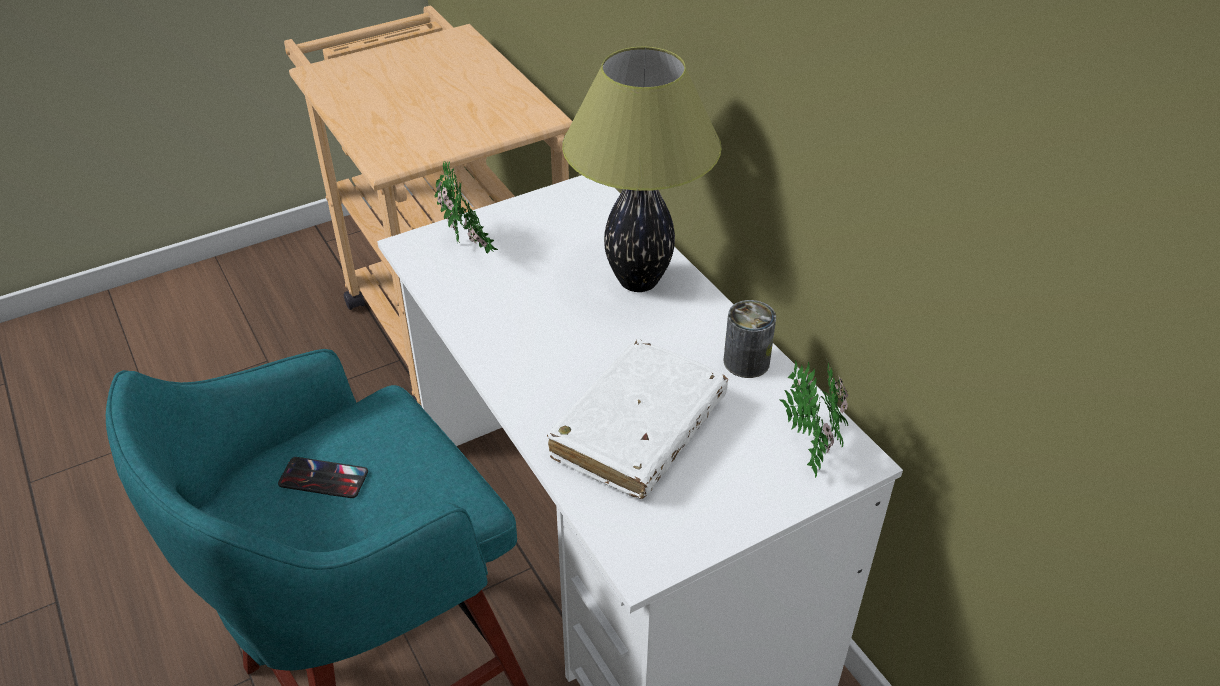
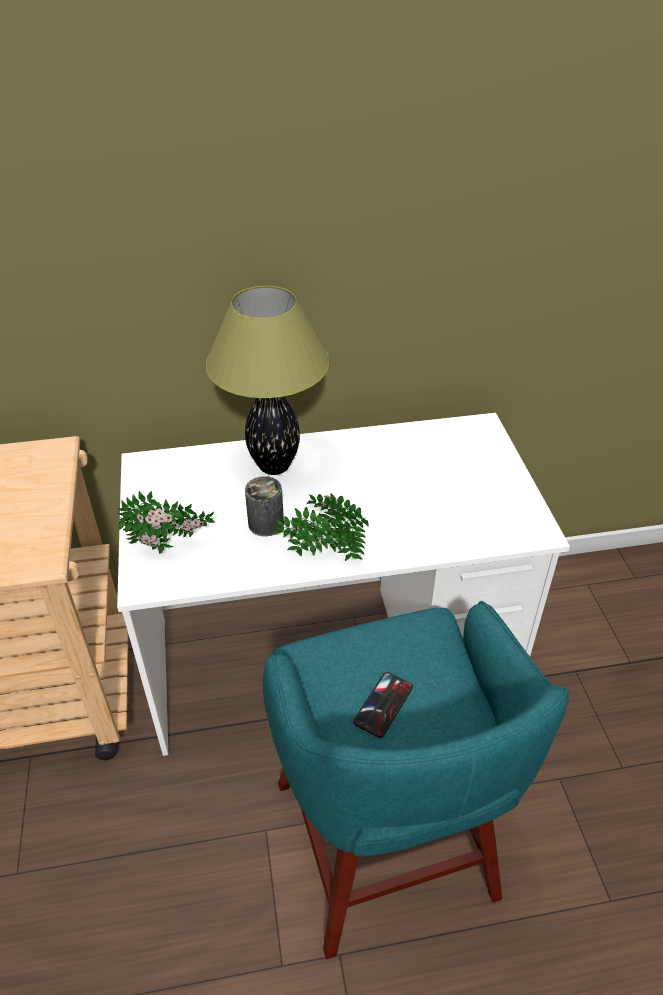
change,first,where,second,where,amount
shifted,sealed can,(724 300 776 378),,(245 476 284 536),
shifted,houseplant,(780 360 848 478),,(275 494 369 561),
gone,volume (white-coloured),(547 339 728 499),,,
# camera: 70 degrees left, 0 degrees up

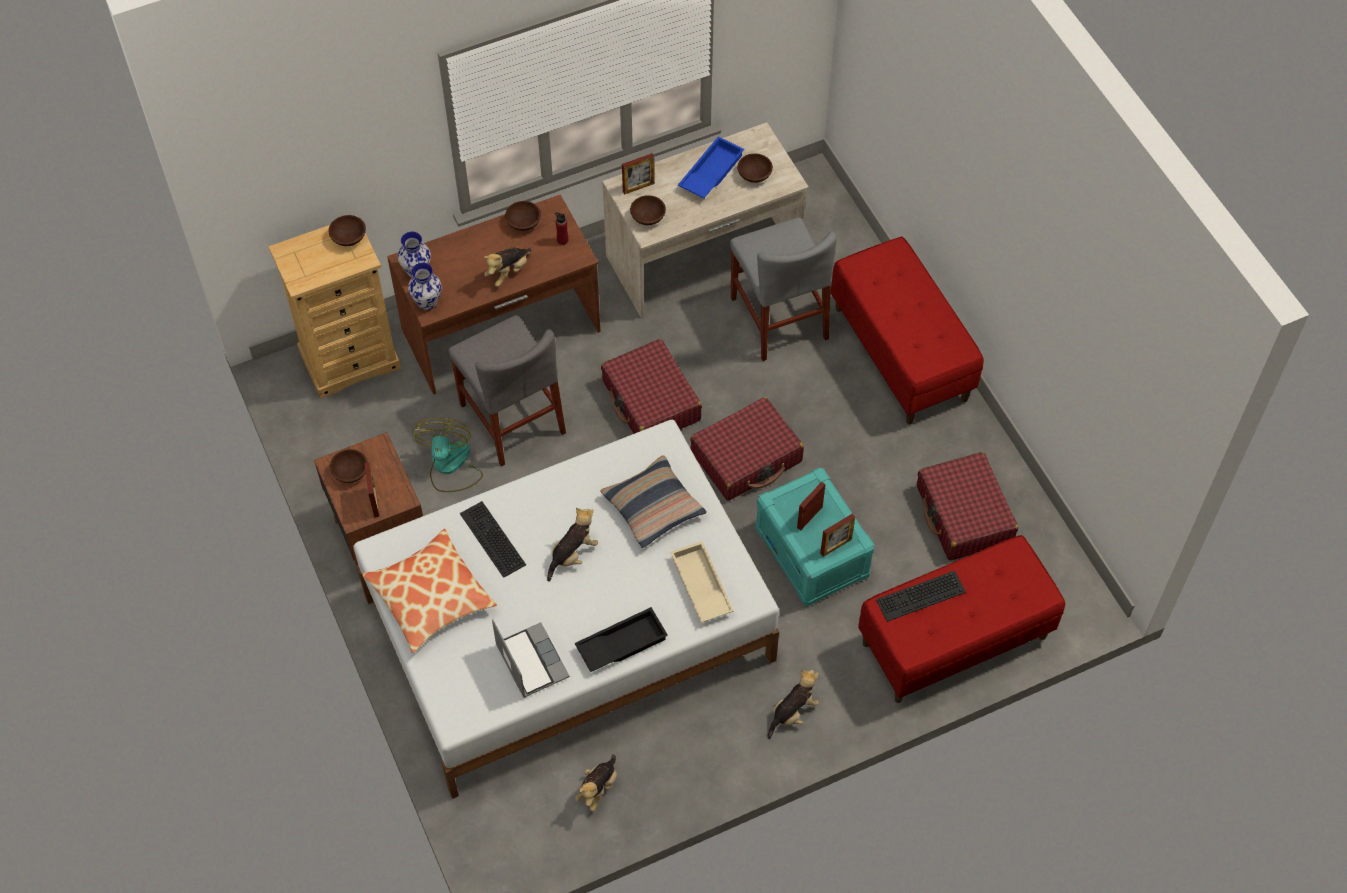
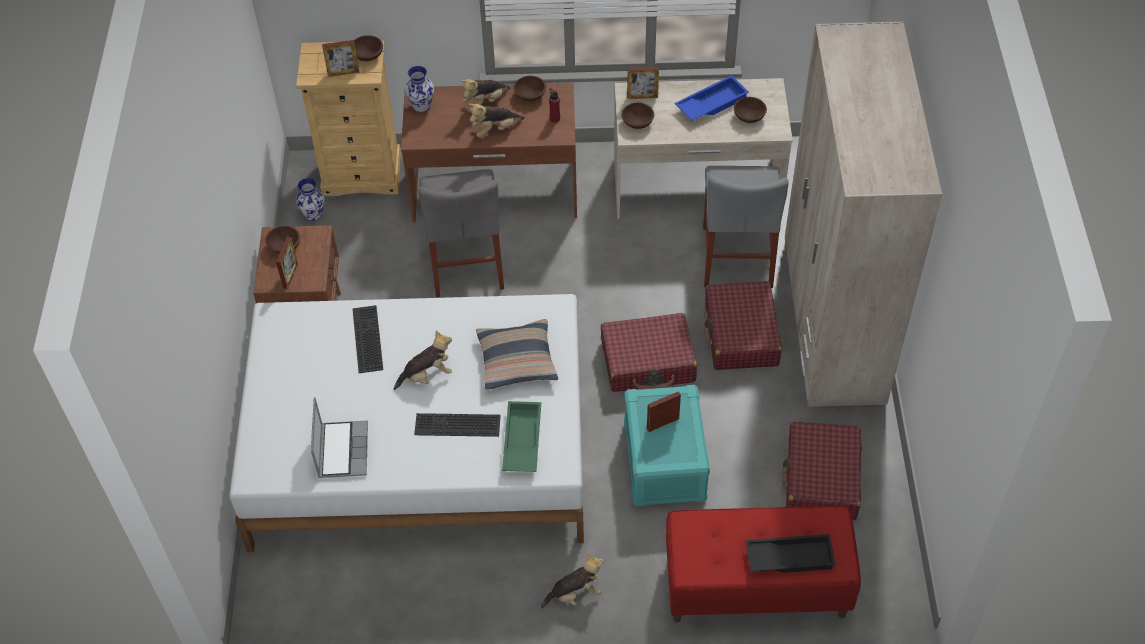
change,first,where,second,where,amount
shifted,decorative vase,(408 263 441 310),,(296 178 325 221),
shifted,standing frame,(820 514 855 557),,(322 40 360 77),
shifted,PC keyboard,(876 571 966 622),,(414 413 501 437),
shifted,soft toy,(575 754 617 812),,(461 79 510 112),
repainted,tray (sand-coloured),(670 541 734 623),tray (green-coloured),(502 401 541 472),
shifted,piece of luggage (reddish),(601 339 702 434),,(704 281 782 370),
shifted,tray (black),(575 607 668 672),,(746 534 836 573),
swapped,bench (reddish),(831 236 984 424),armoire (sand-coloured),(785 21 942 407),
gone,cushion,(362 529 497 653),,,
gone,cooling fan,(412 418 483 492),,,
# camera: 25 degrees right, 5 degrees down

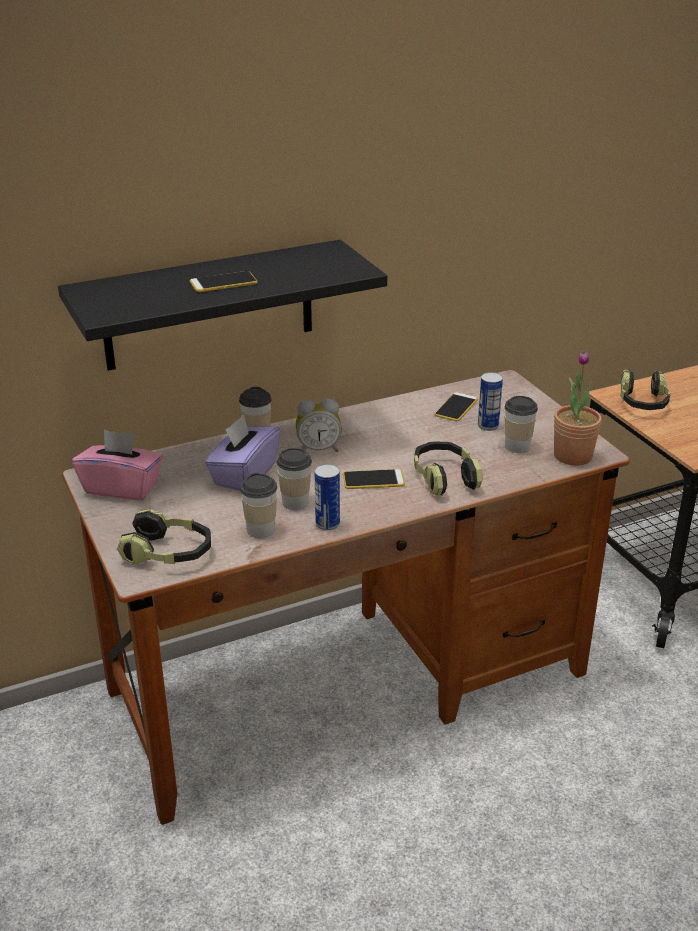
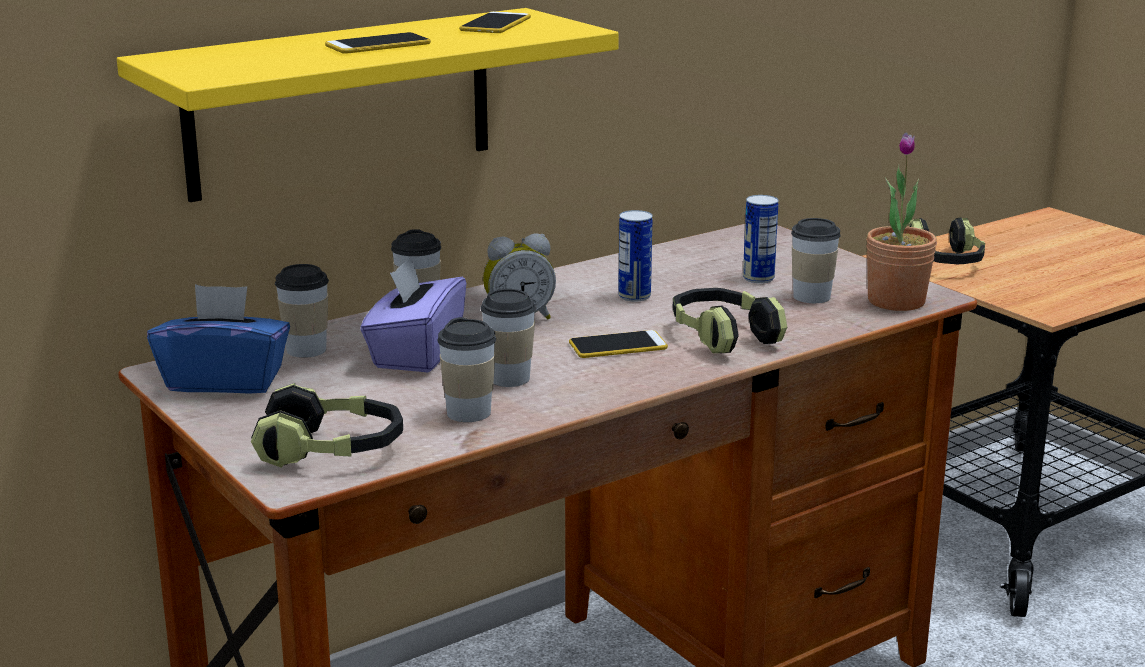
change,first,where,second,where,amount
repainted,bracket shelf (black),(58 240 387 371),bracket shelf (yellow-coloured),(117 8 619 202),
repainted,tissue holder (pink-coloured),(72 430 163 500),tissue holder (blue),(147 285 290 394),
new,,,drinking cup,(275 264 329 358),
shifted,handset,(434 392 478 421),,(459 11 531 33),
shifted,sealed can,(315 464 340 531),,(618 210 652 302),
# camera: 10 degrees left, 10 degrees down

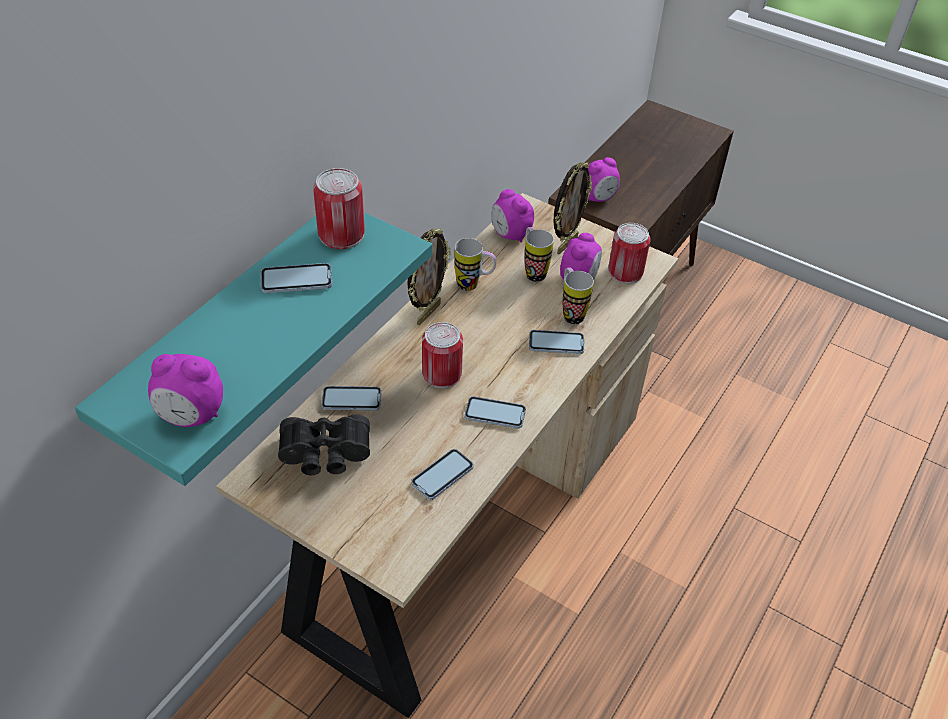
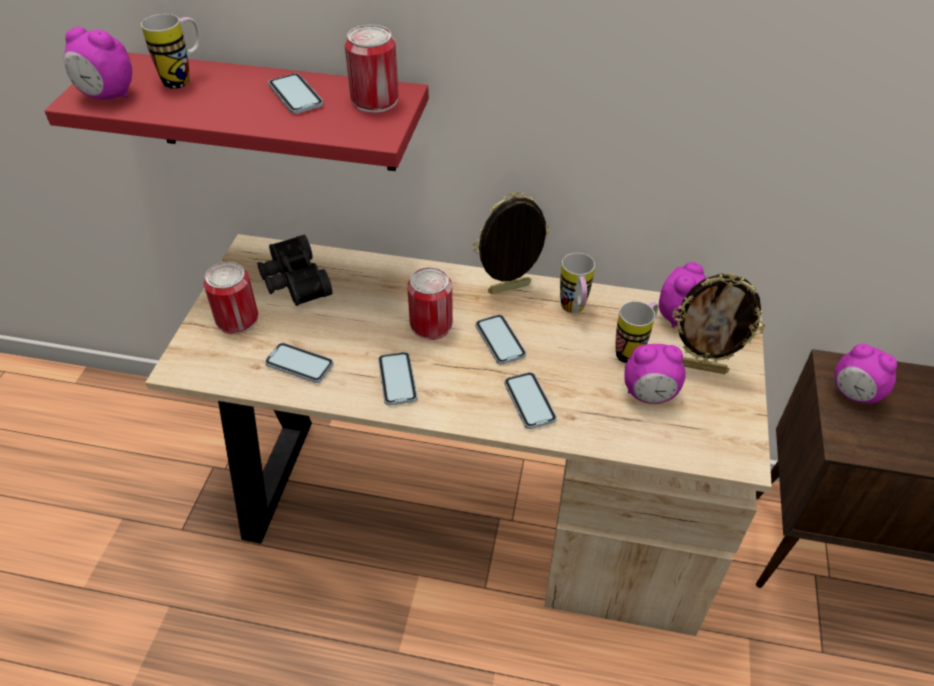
change,first,where,second,where,amount
repainted,bracket shelf (turquoise),(75 212 432 486),bracket shelf (reddish),(44 52 429 171),
rotated,table clock,(148 354 223 427),,(64 27 132 100),60 degrees counterclockwise
shifted,coffee mug,(563 267 594 324),,(141 14 200 89),
shifted,sealed can,(608 223 651 284),,(203 262 258 334),
rotated,standing frame,(407 227 451 325),,(473 192 549 294),150 degrees clockwise
shifted,handset,(321 386 382 410),,(476 315 526 365),
# camera: 70 degrees right, 0 degrees up

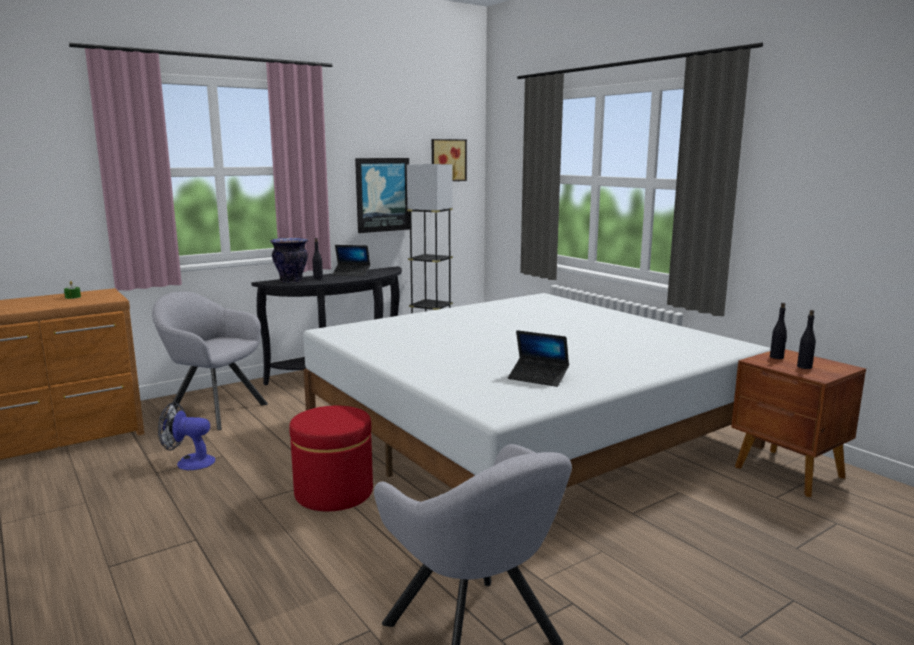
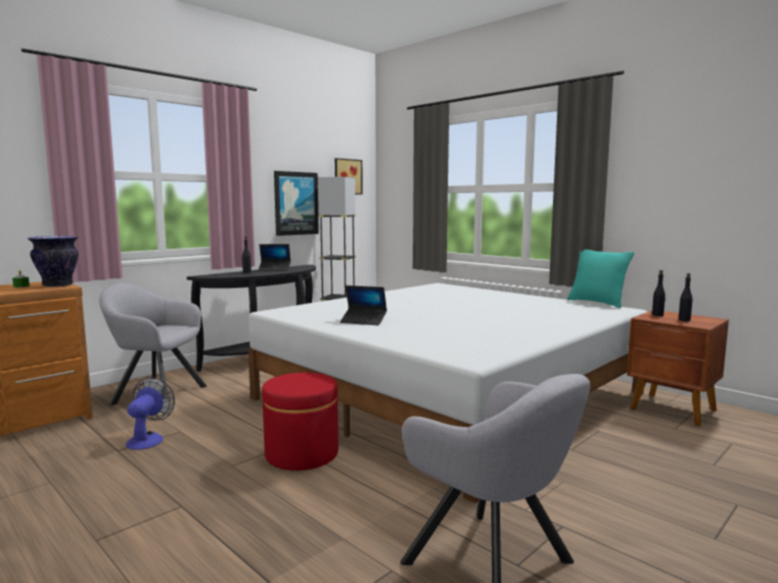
change,first,where,second,where,amount
shifted,decorative vase,(270 238 308 283),,(28 236 79 287),
rotated,cooling fan,(158 402 215 470),,(126 377 175 450),105 degrees clockwise
shifted,portable computer,(508 330 569 387),,(340 285 387 326),
new,,,cushion (turquoise),(567 249 634 308),
# camera: 10 degrees left, 5 degrees down

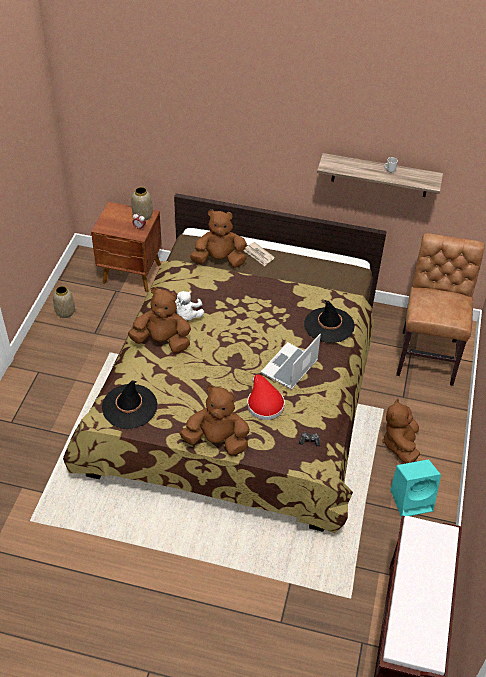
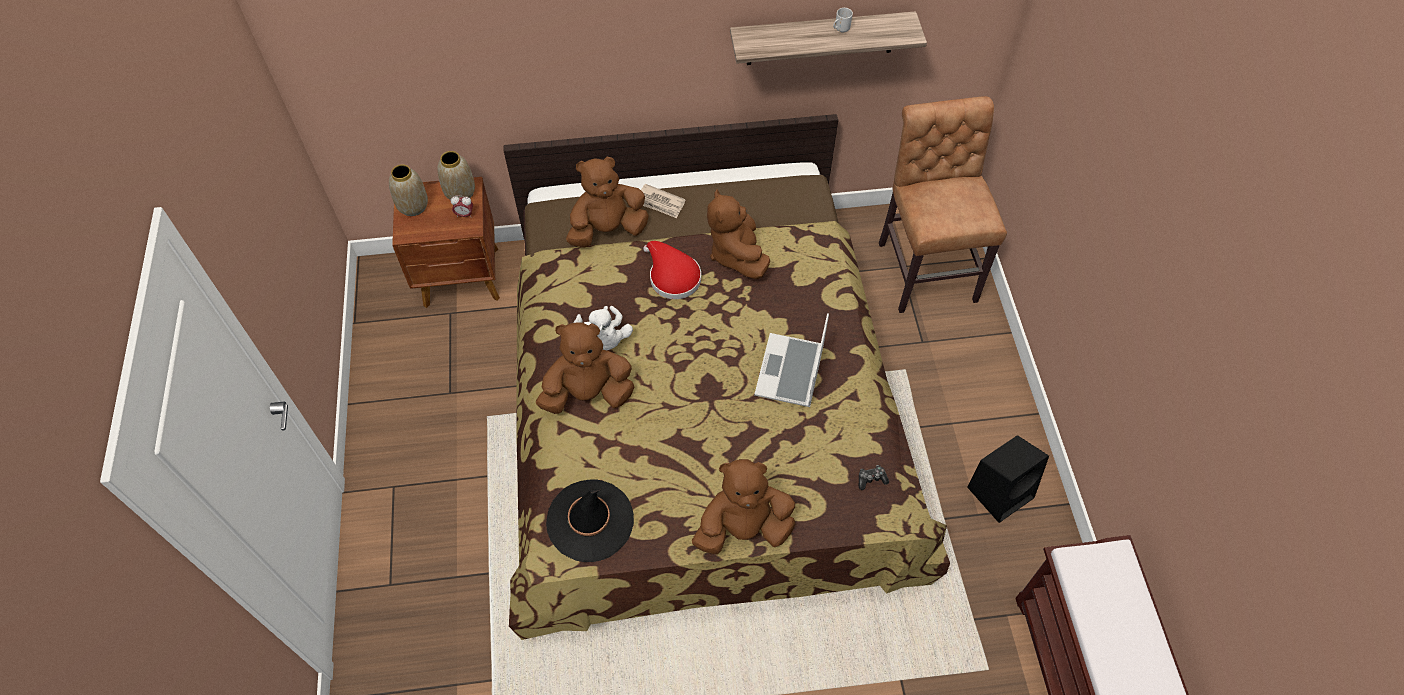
change,first,where,second,where,amount
shifted,decorative vase,(53 286 75 318),,(389 164 428 216),
shifted,clothing hat (reddish),(247 374 285 420),,(643 241 701 299),
shifted,soft toy (brown-coloured),(382 398 420 463),,(707 189 770 279),
repainted,speaker (turquoise),(390 459 441 517),speaker (black),(967 435 1049 523),
gone,clothing hat (black),(304 300 355 343),,,
# camera: 20 degrees left, 10 degrees up

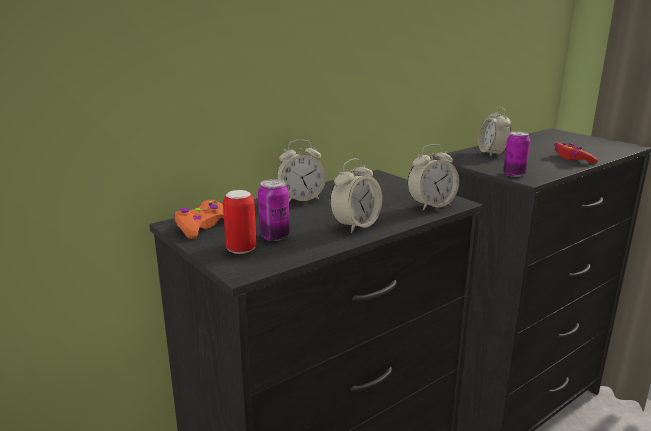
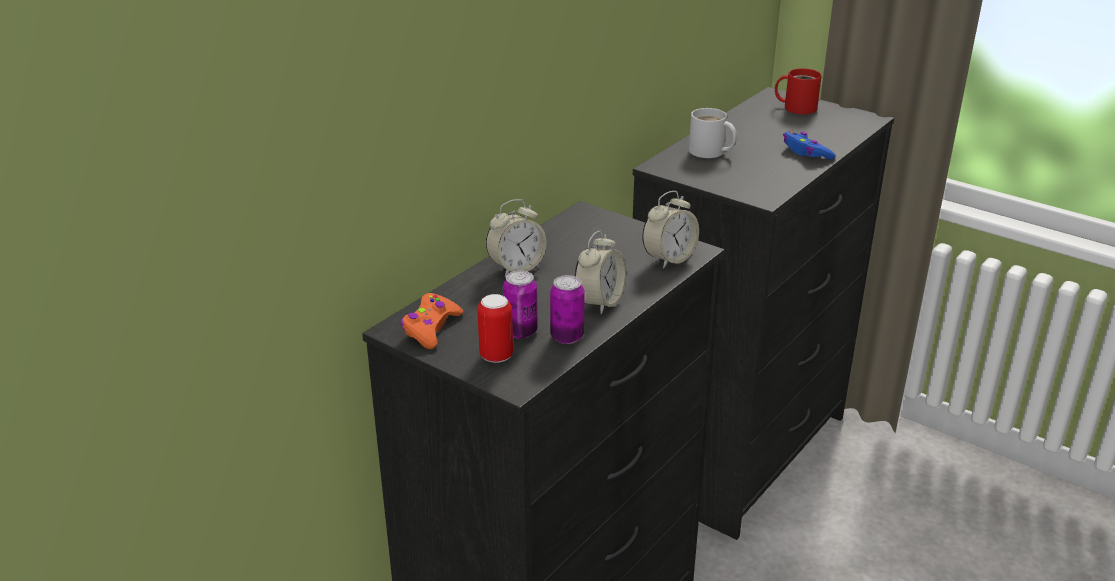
change,first,where,second,where,amount
shifted,sealed can,(503 131 531 177),,(550 275 585 344),
swapped,table clock,(478 107 511 156),coffee mug (white-coloured),(689 108 737 158),
new,,,coffee mug (reddish),(775 68 822 114),
repainted,gamepad (reddish),(554 142 598 164),gamepad (blue),(783 131 836 159),
# camera: 15 degrees left, 10 degrees up

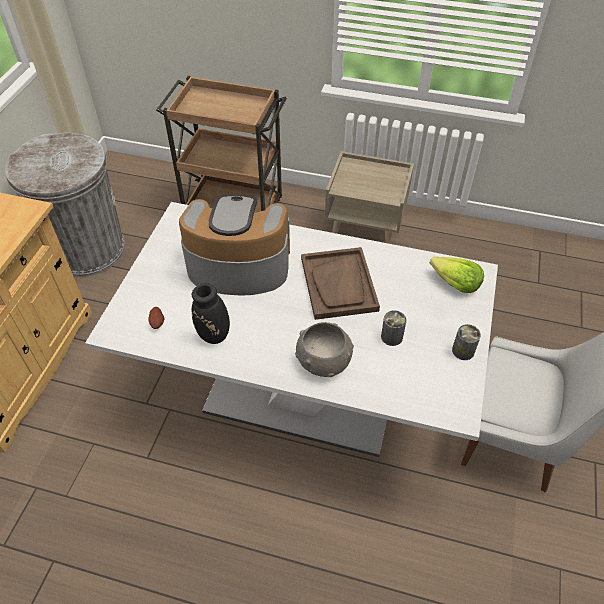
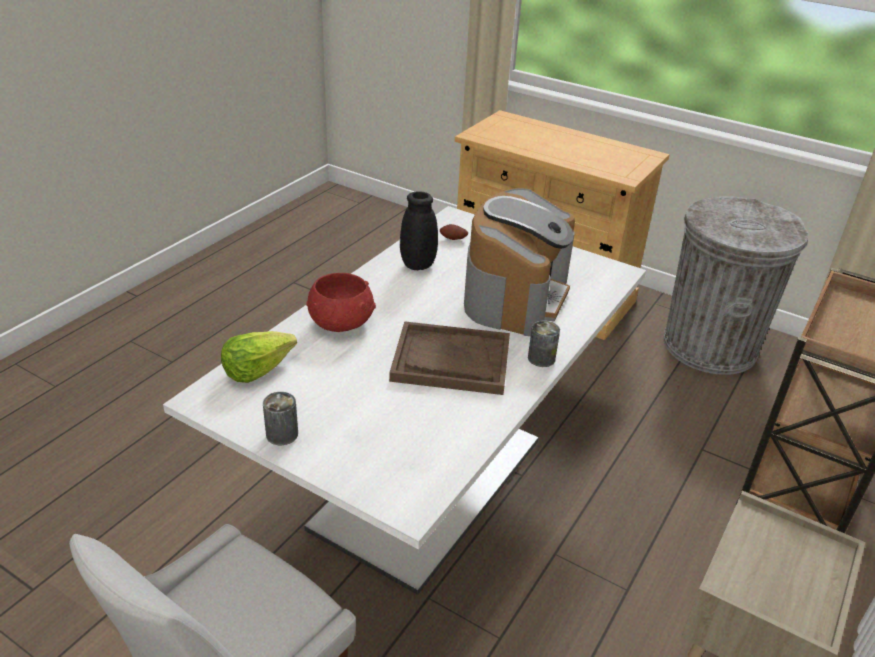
change,first,where,second,where,amount
shifted,head of lettuce,(430 257 484 293),,(221 331 297 383),
repainted,bowl (greyish),(295 322 354 377),bowl (reddish),(306 273 376 332),
shifted,sealed can,(381 310 406 346),,(528 321 560 367),
# camera: 105 degrees right, 15 degrees down

